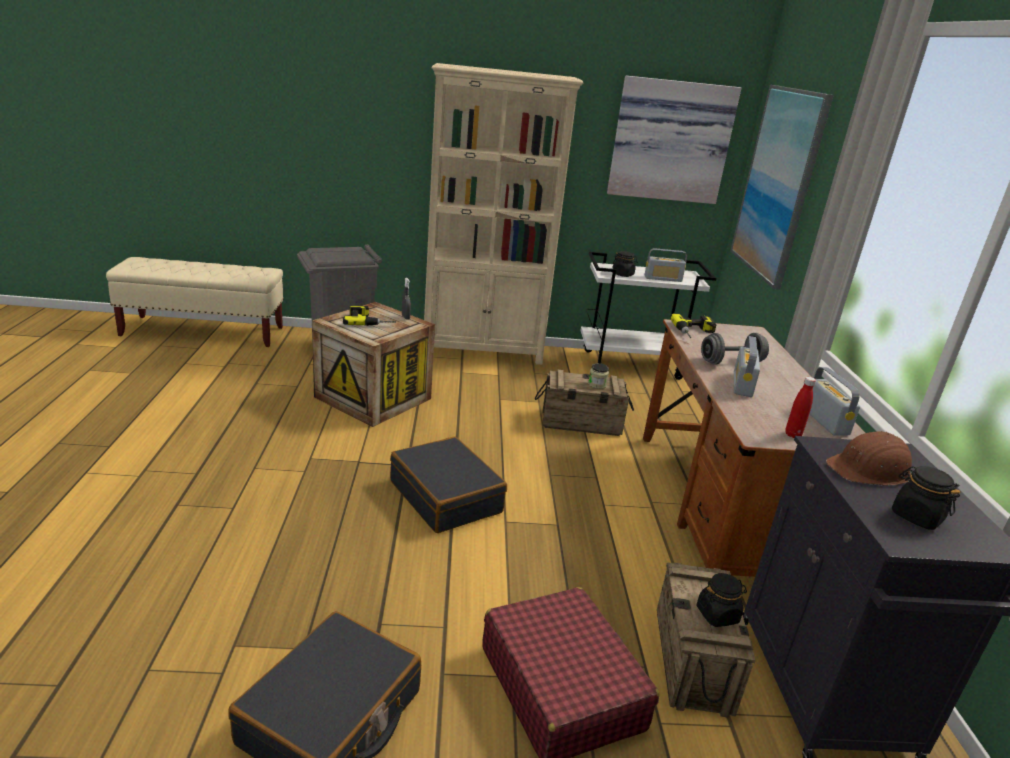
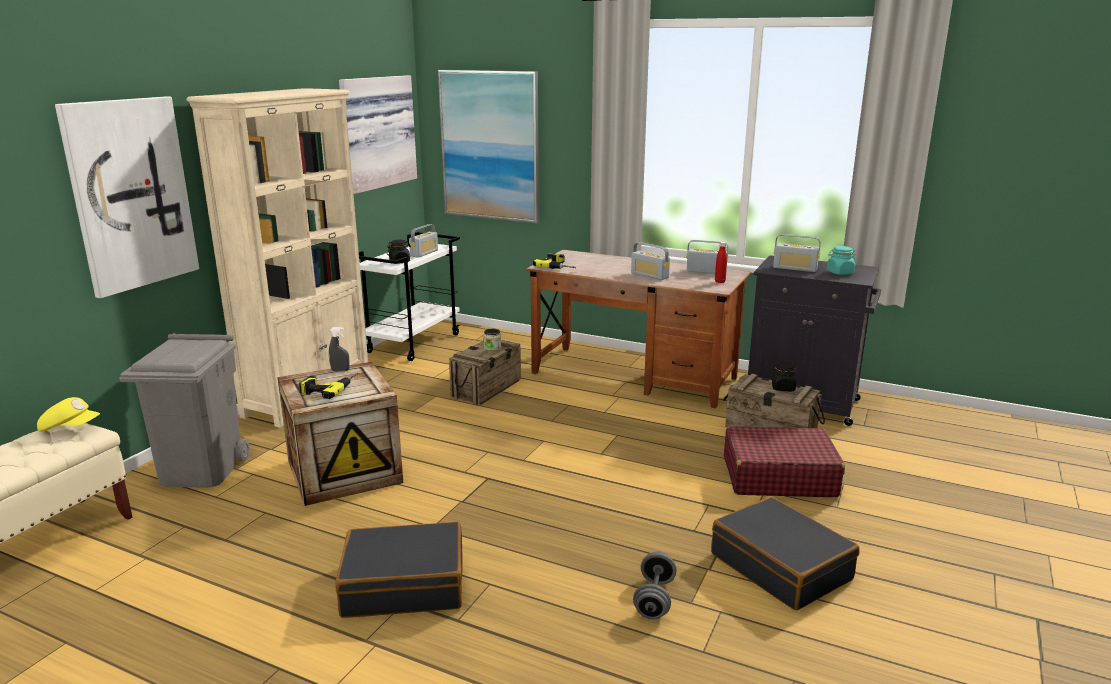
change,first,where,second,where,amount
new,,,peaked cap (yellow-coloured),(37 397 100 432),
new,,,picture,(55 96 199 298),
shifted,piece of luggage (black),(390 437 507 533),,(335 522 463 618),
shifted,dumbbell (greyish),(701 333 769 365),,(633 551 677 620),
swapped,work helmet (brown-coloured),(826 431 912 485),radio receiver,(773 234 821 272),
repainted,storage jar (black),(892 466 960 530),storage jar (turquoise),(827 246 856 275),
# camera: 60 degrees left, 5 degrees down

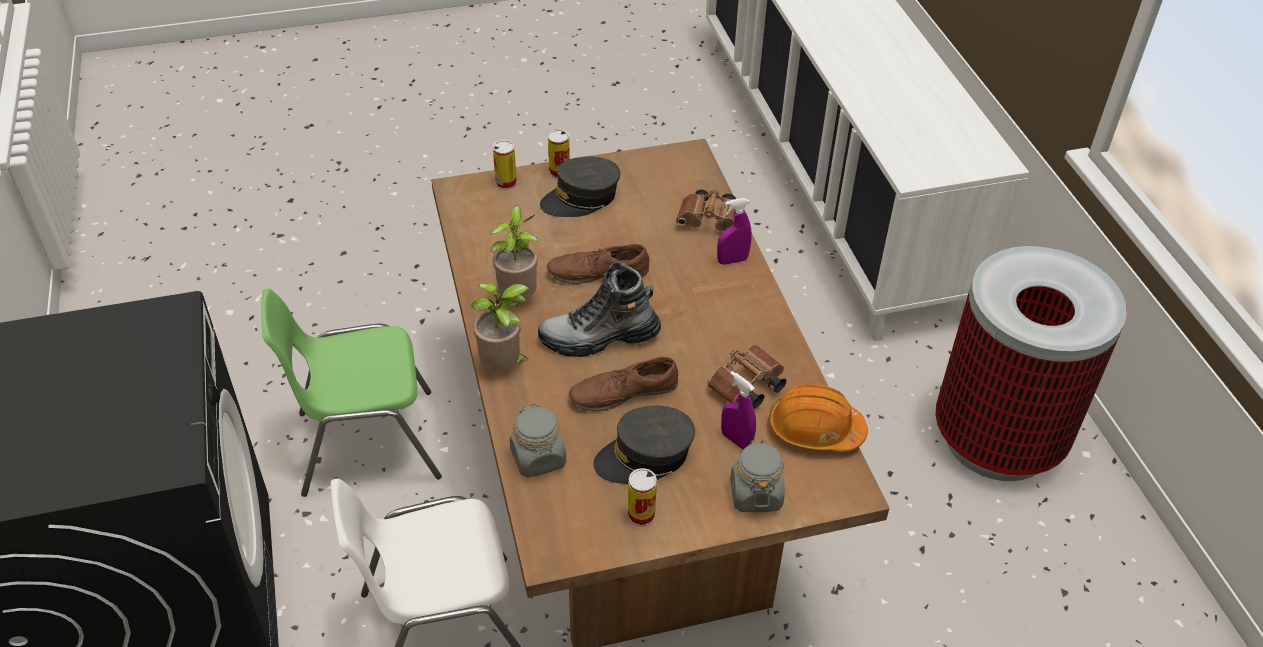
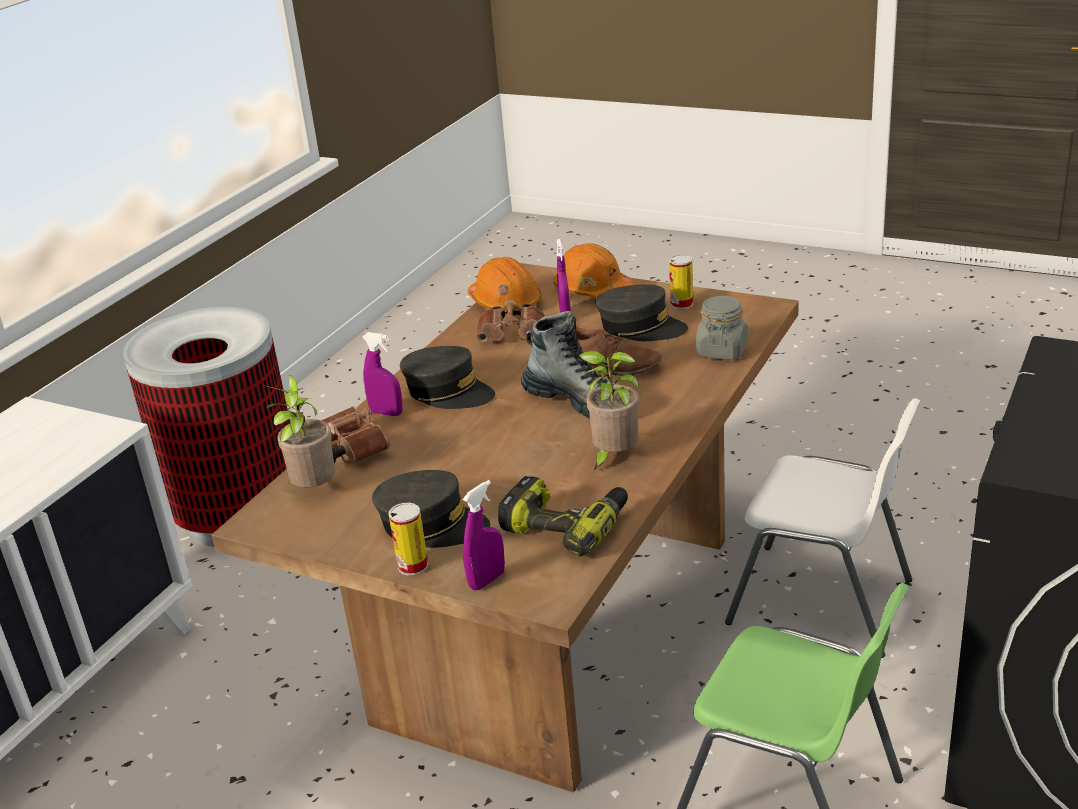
change,first,where,second,where,amount
shifted,houseplant,(471 283 529 370),,(263 375 335 488),
new,,,peaked cap (greyish),(400 346 495 409),
swapped,sealed can,(493 140 517 190),spray bottle (purplish),(462 480 505 591),
new,,,electric drill,(498 476 628 557),
swapped,storage jar (greyish),(730 440 785 512),work helmet (orange-coloured),(553 243 633 297),
gone,shoe (brown-coloured),(547 244 649 284),,,
# camera: 135 degrees left, 15 degrees down

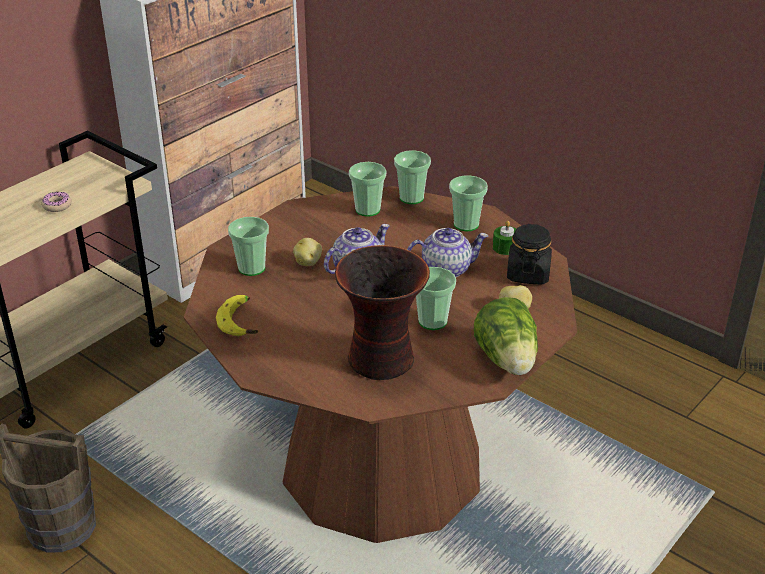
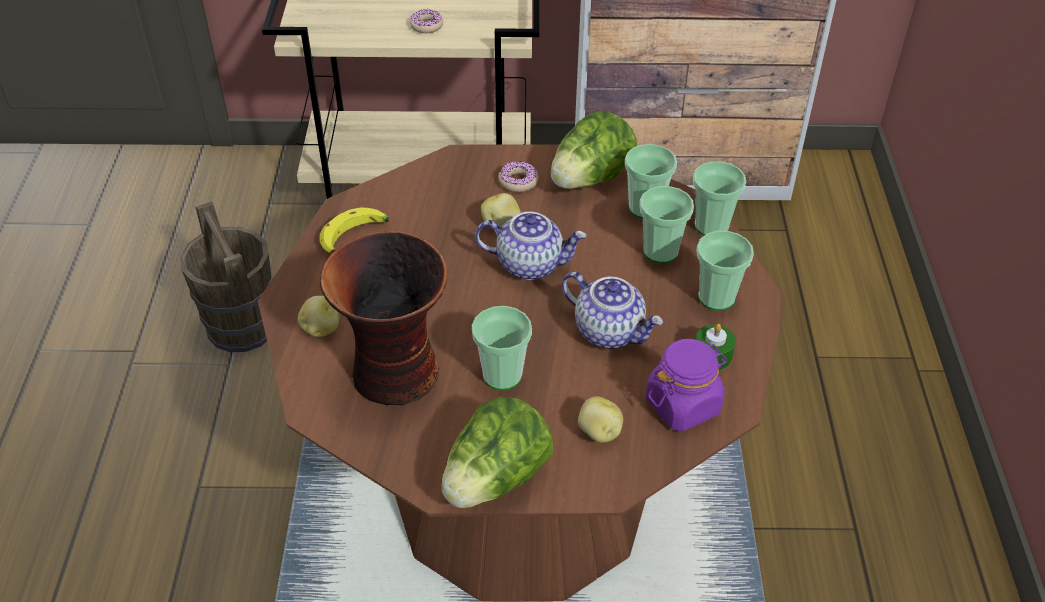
change,first,where,second,where,amount
new,,,spud,(298 296 341 337),
new,,,ring doughnut,(498 161 539 192),
new,,,head of lettuce,(551 111 637 189),
shifted,drinking cup,(228 217 269 276),,(640 186 694 263),
repainted,storage jar (black),(507 224 552 284),storage jar (purplish),(646 339 727 432),
# camera: 50 degrees right, 10 degrees up

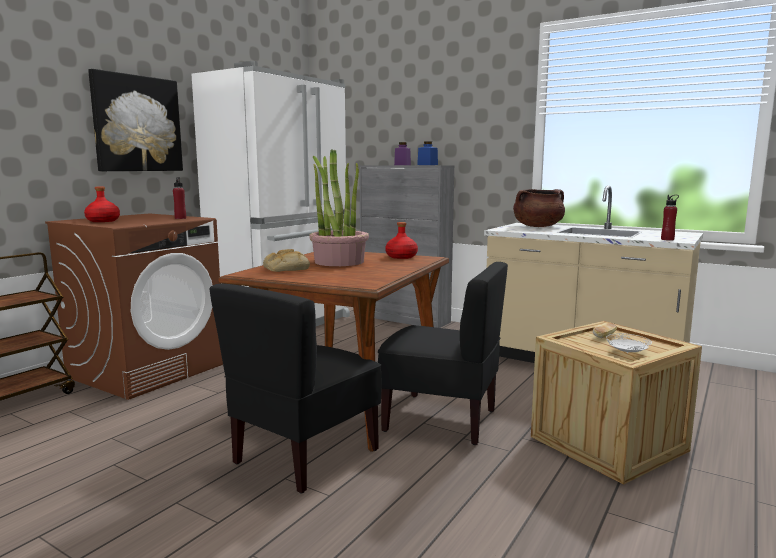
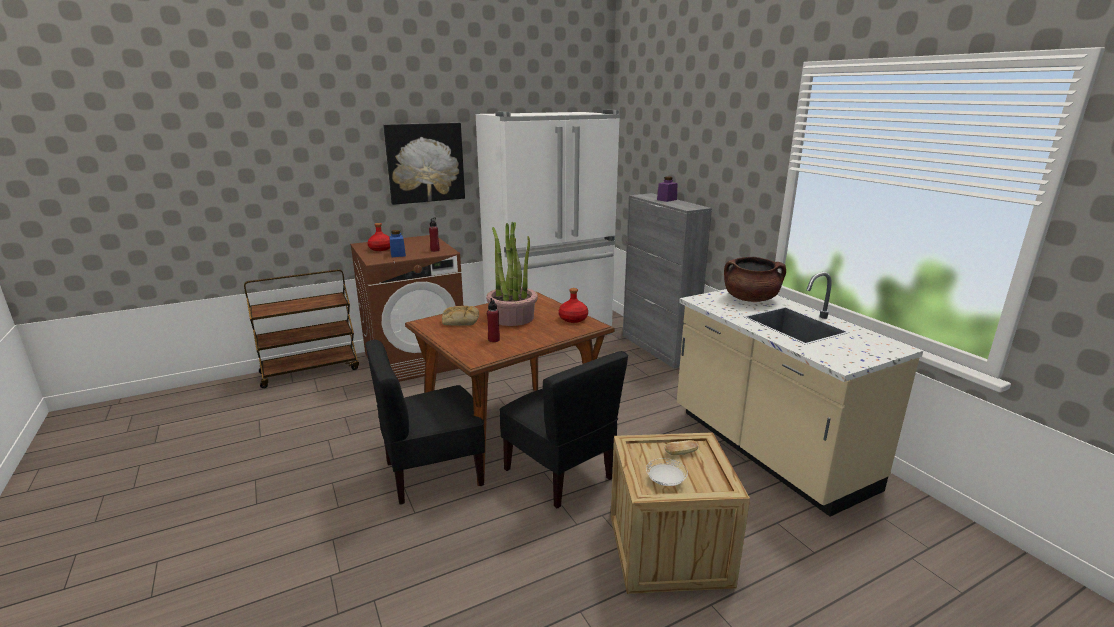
change,first,where,second,where,amount
shifted,storage jar (blue),(417 141 438 165),,(389 230 406 257),
shifted,beverage bottle (reddish),(661 195 679 241),,(487 298 500 342),
# camera: 30 degrees right, 10 degrees up

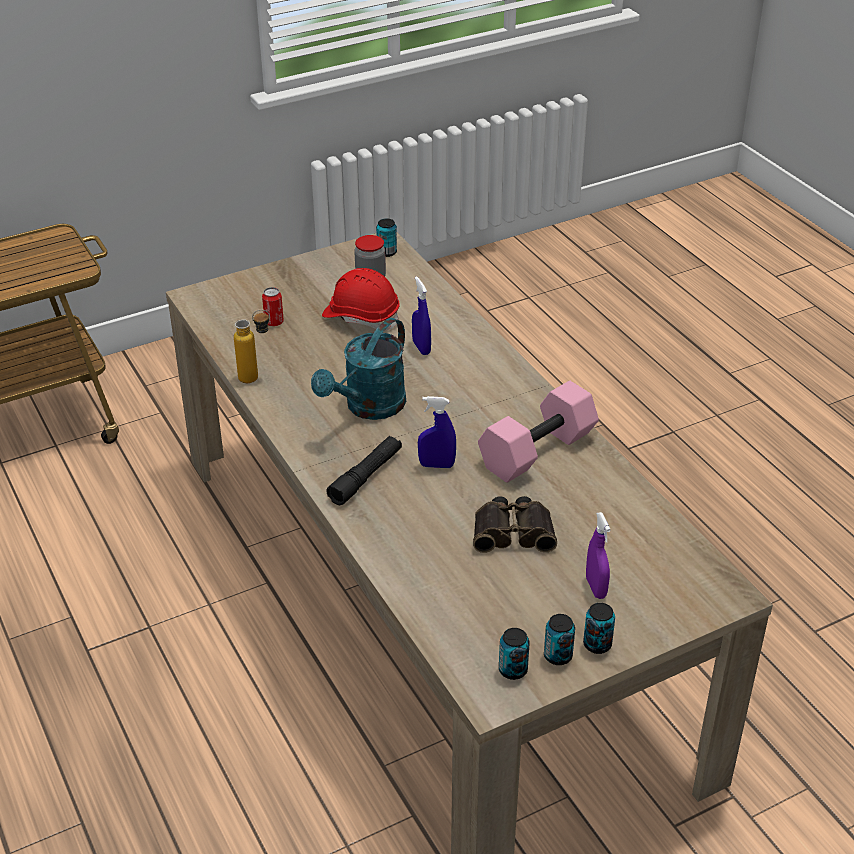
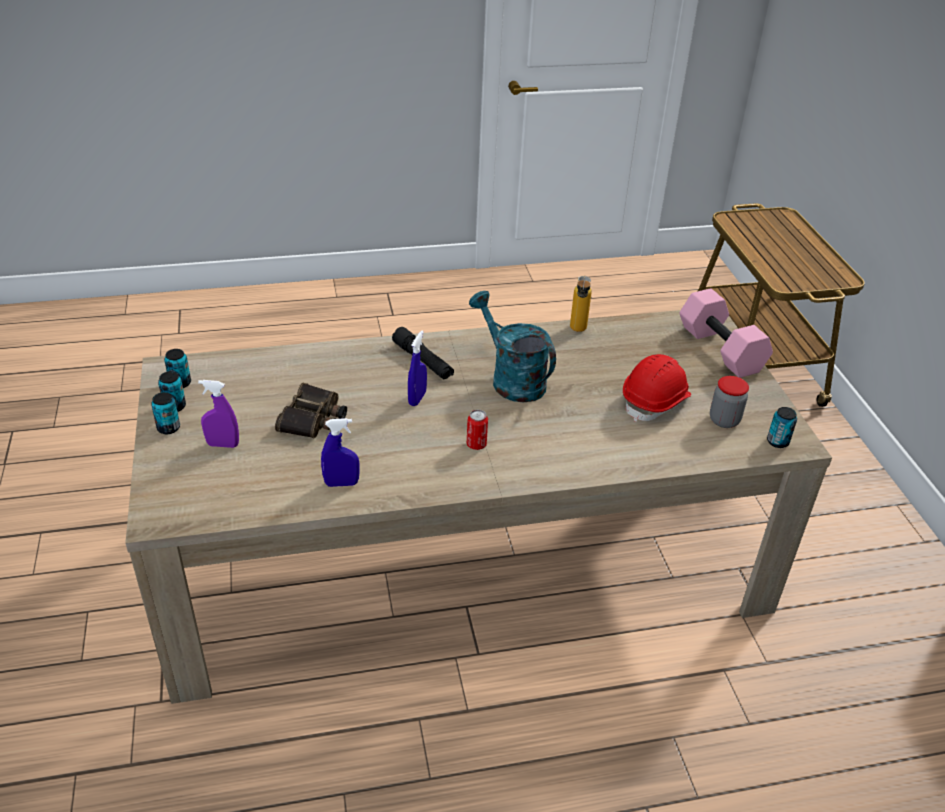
change,first,where,second,where,amount
shifted,spray bottle (blue),(412 277 431 355),,(321 418 359 487),
shifted,sealed can,(262 287 284 326),,(467 410 488 450),
shifted,dumbbell (pink-coloured),(478 381 599 483),,(679 288 773 378),
# camera: 105 degrees right, 0 degrees up

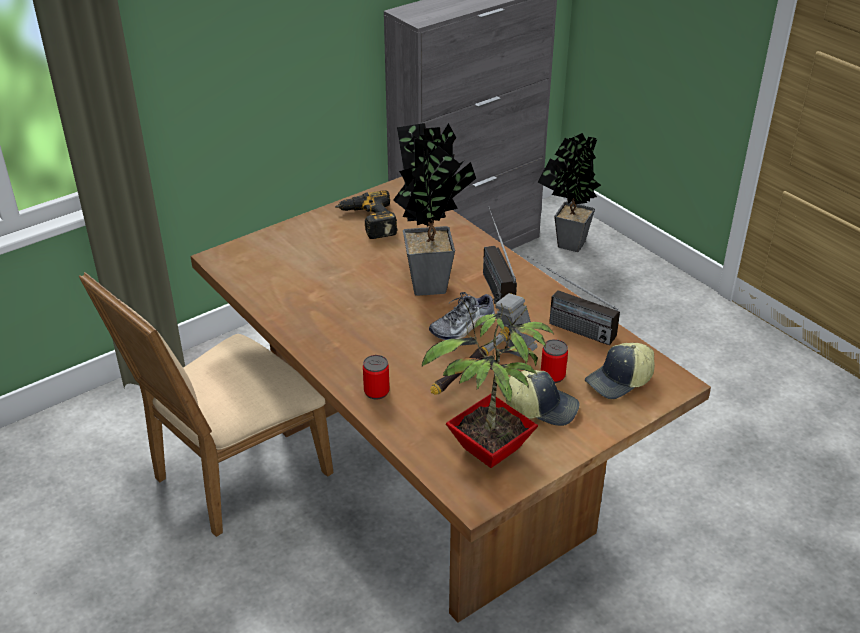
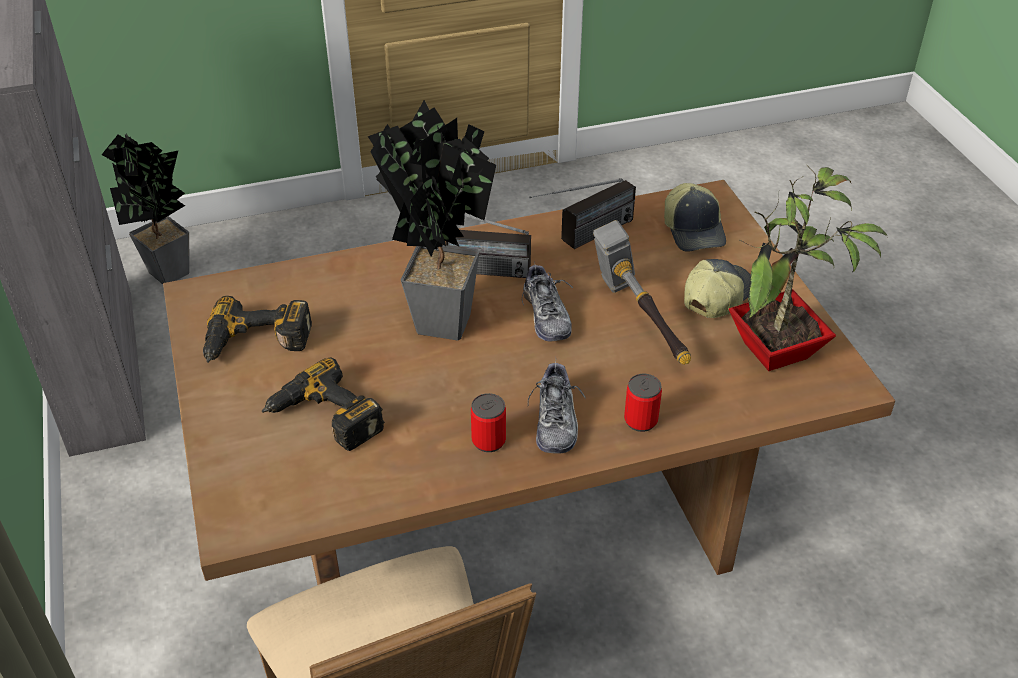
change,first,where,second,where,amount
new,,,electric drill,(262 357 385 451),
shifted,sealed can,(541 339 568 383),,(471 393 506 452),
new,,,shoe,(528 363 586 454),
# camera: 70 degrees left, 5 degrees up

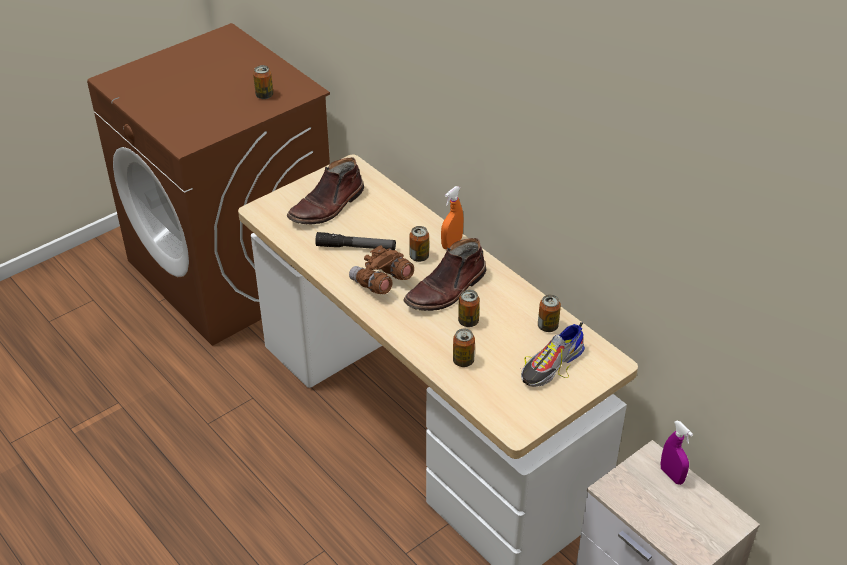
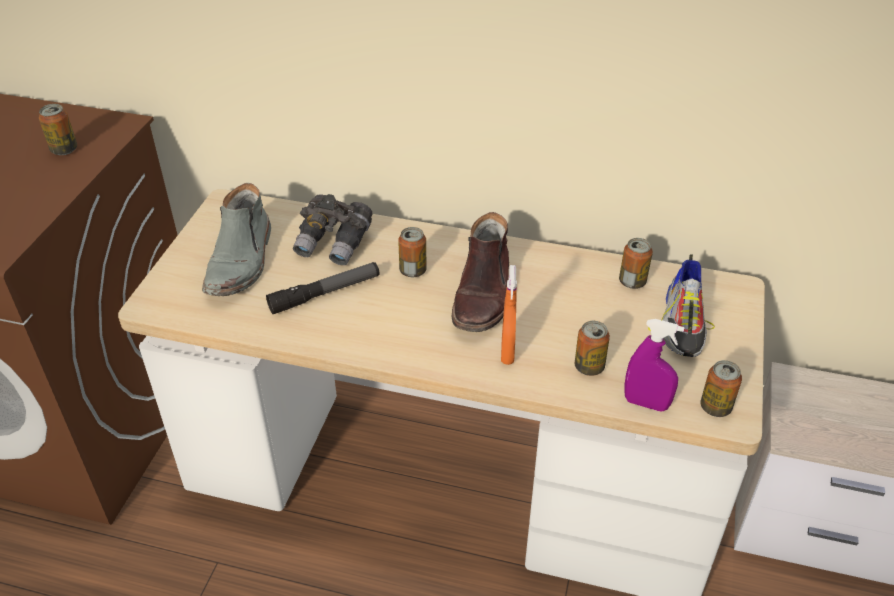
change,first,where,second,where,amount
repainted,tall boot (brown-coloured),(287 157 364 224),tall boot (greyish),(202 183 271 296),
new,,,pair of binoculars (greyish),(293 194 372 266),
shifted,spray bottle (orange-coloured),(441 186 464 249),,(501 265 517 365),
shifted,spray bottle (purplish),(660 420 693 485),,(625 319 685 411),
shifted,sealed can,(458 290 480 327),,(701 360 742 417),
gone,pair of binoculars (brown-coloured),(349 245 414 294),,,
# camera: 35 degrees left, 0 degrees up

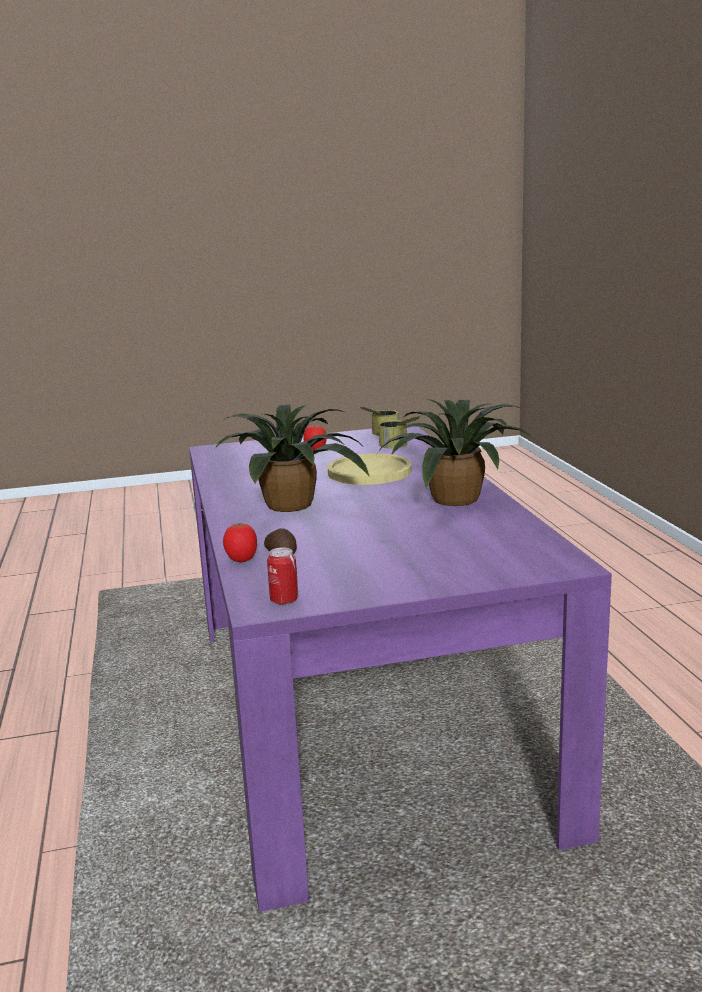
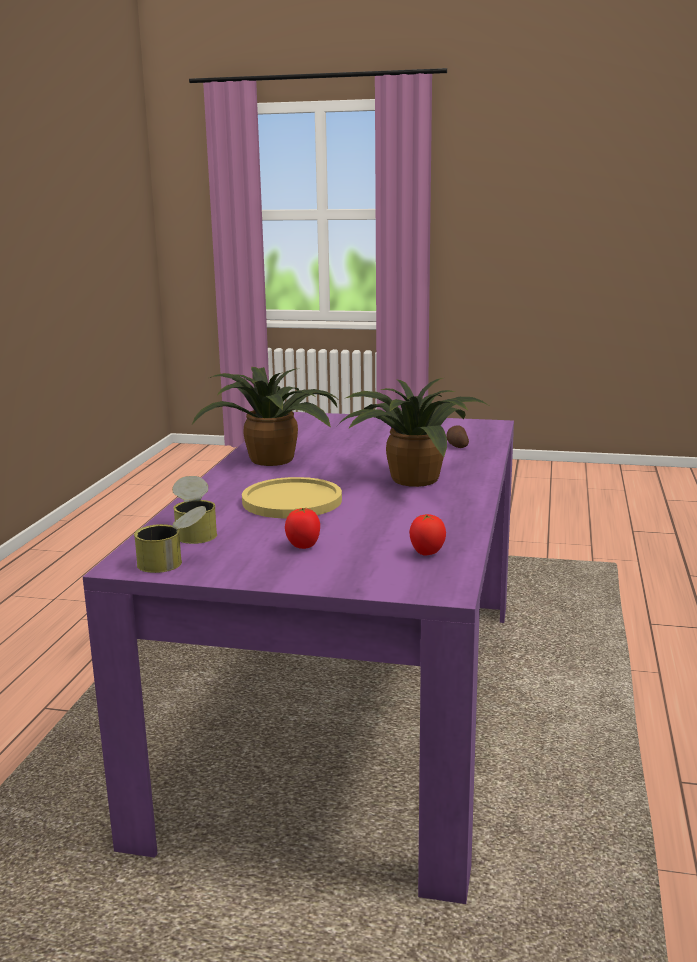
change,first,where,second,where,amount
shifted,tomato,(223 522 257 562),,(409 514 446 556),
gone,sealed can,(267 547 299 605),,,
# camera: 155 degrees left, 0 degrees up

